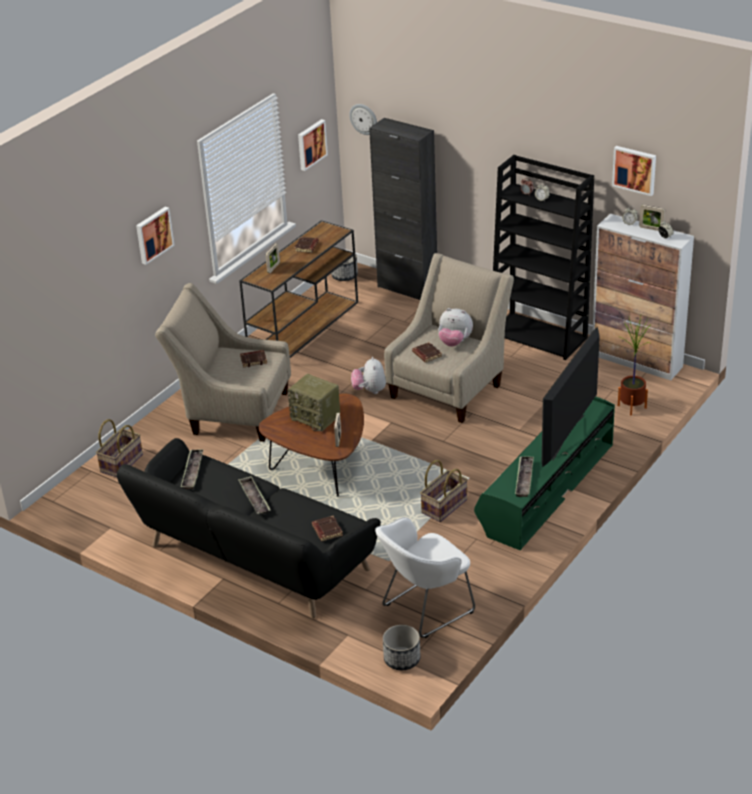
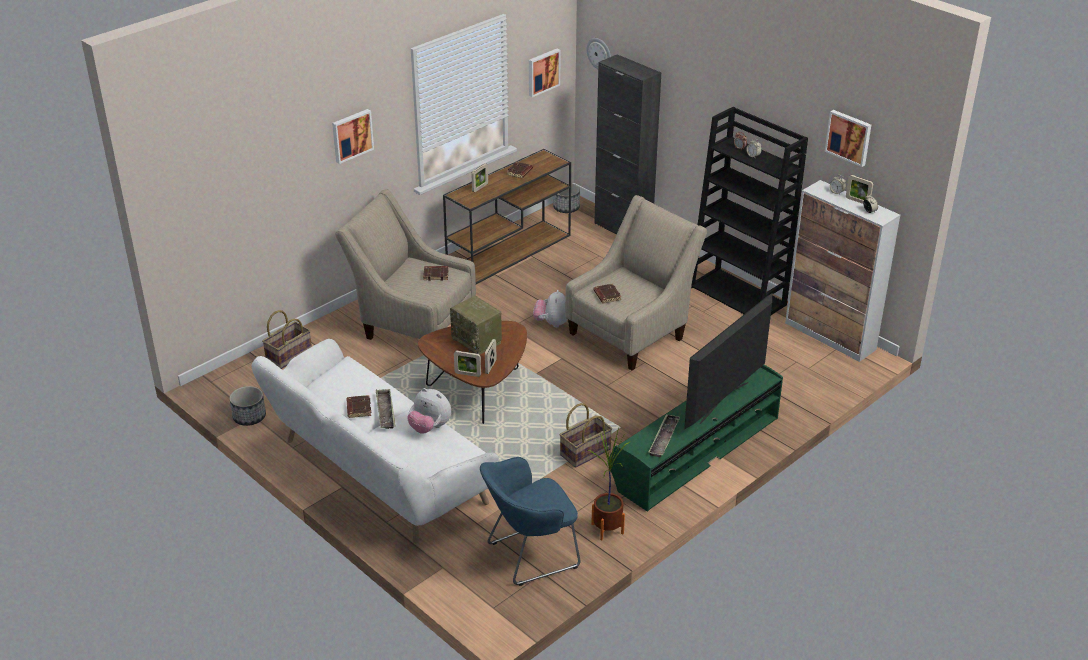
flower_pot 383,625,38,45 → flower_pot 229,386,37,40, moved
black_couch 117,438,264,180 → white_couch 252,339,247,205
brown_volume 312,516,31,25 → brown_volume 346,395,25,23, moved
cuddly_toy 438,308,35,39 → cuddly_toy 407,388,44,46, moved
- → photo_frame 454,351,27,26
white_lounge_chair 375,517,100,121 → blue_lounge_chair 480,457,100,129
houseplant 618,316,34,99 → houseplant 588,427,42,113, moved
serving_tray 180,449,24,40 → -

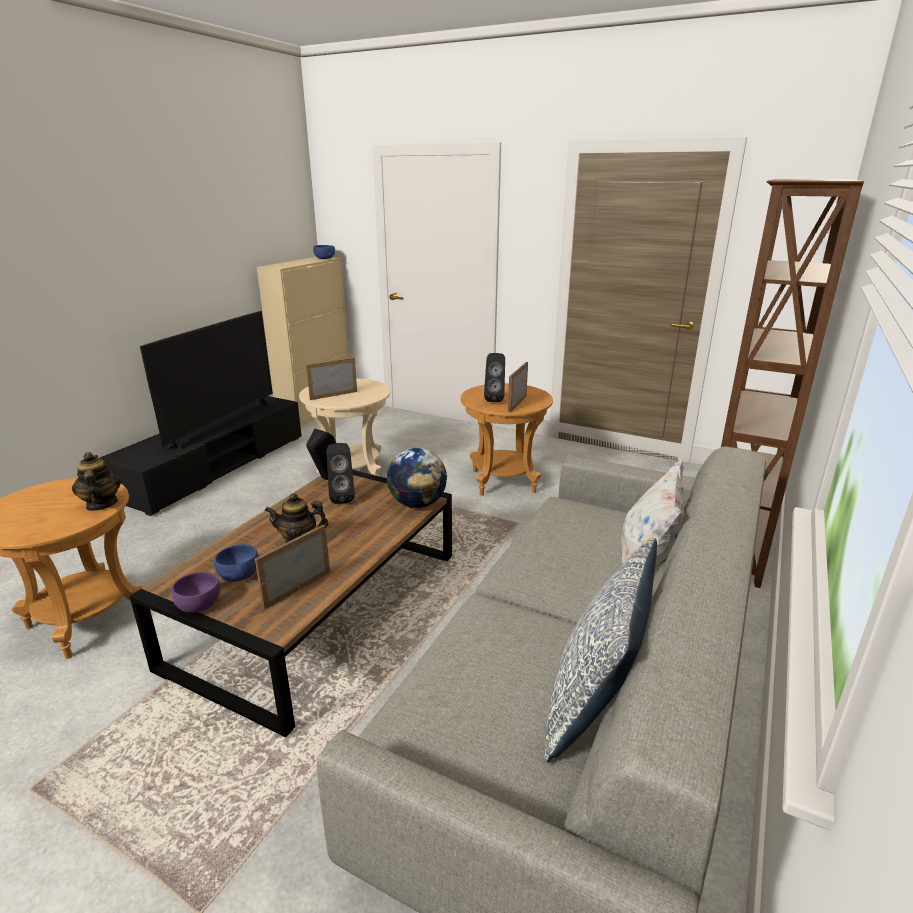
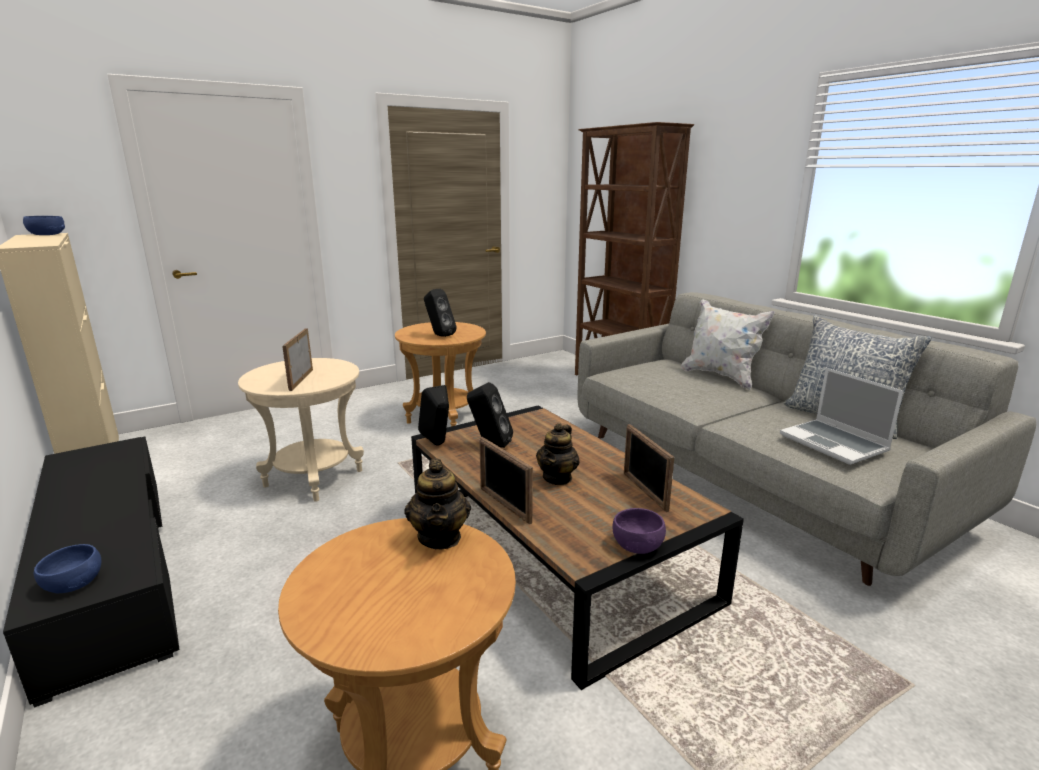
blue_serving_bowl 214,544,45,38 → blue_serving_bowl 34,544,67,49, moved
teapot 72,452,49,59 → teapot 404,459,67,91, 105 degrees counterclockwise
photo_frame 508,362,20,50 → photo_frame 479,437,54,87, moved
- → laptop 780,368,123,97
TV_set 140,311,133,140 → -
world_globe 387,448,60,60 → -

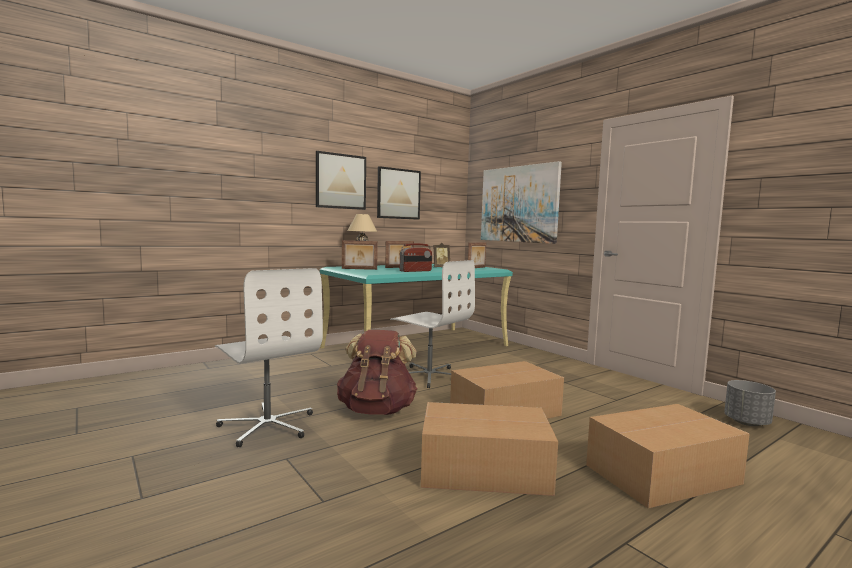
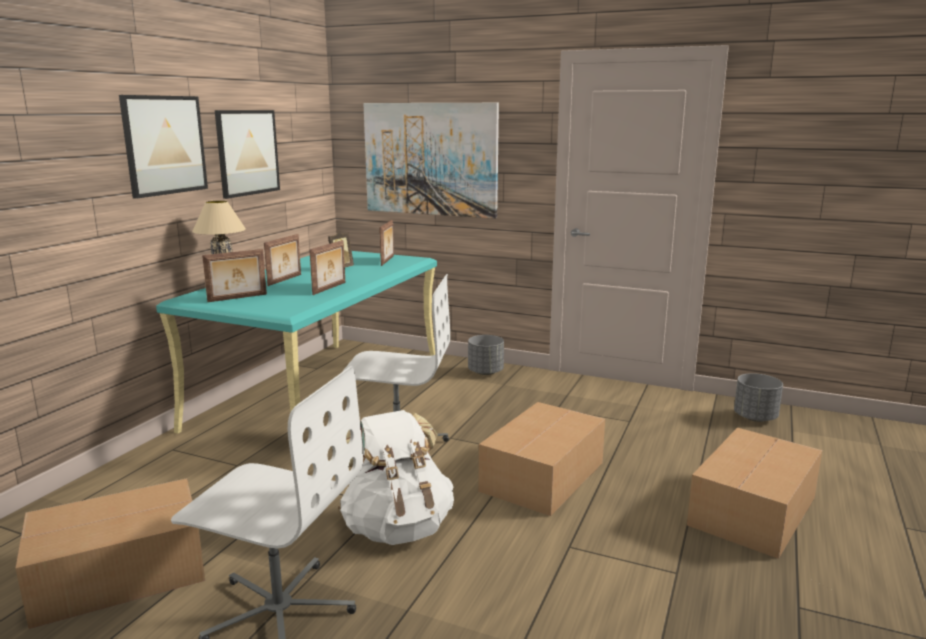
cardboard_box 421,402,137,94 → cardboard_box 16,478,189,151, moved
radio 400,243,32,29 → photo_frame 309,240,36,55
brown_rucksack 337,330,81,85 → white_rucksack 338,410,116,135
- → grey_flower_pot 468,335,36,40

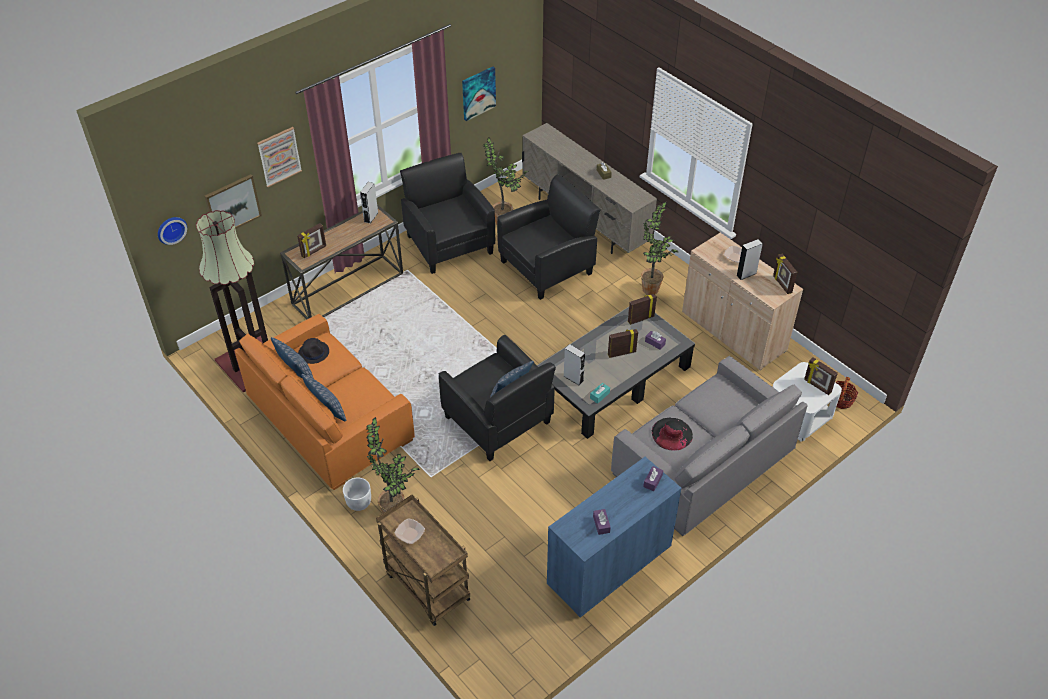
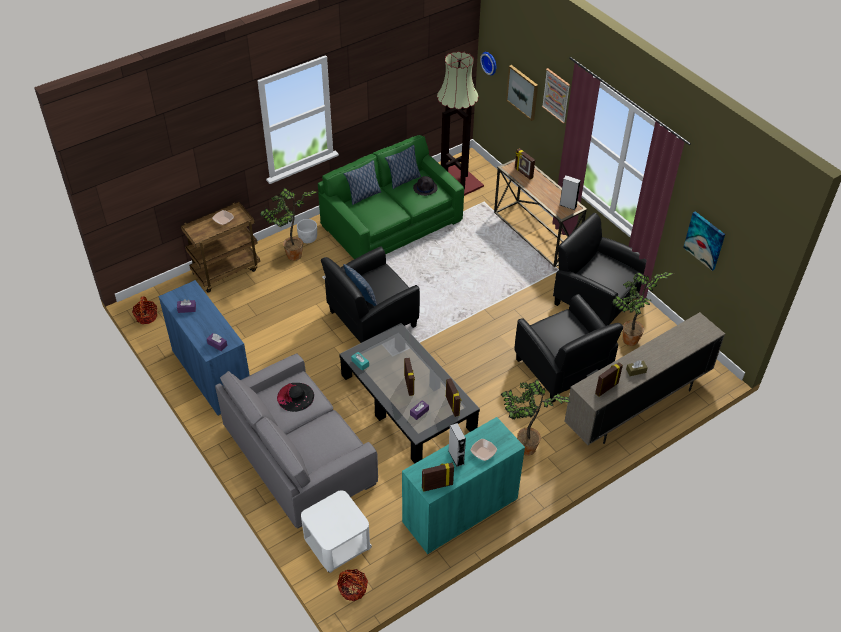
- → storage_basket 132,296,25,28
orange-coloured_couch 235,314,180,176 → greenish_couch 318,135,146,124
beige-coloured_cabinet 682,233,121,137 → blue-green_cabinet 402,417,123,137
black_lounge_chair 400,152,95,122 → black_lounge_chair 553,213,93,113, 120 degrees counterclockwise
photo_frame 804,357,34,38 → photo_frame 595,362,28,35, moved
grey_loudspeaker 563,344,22,42 → -

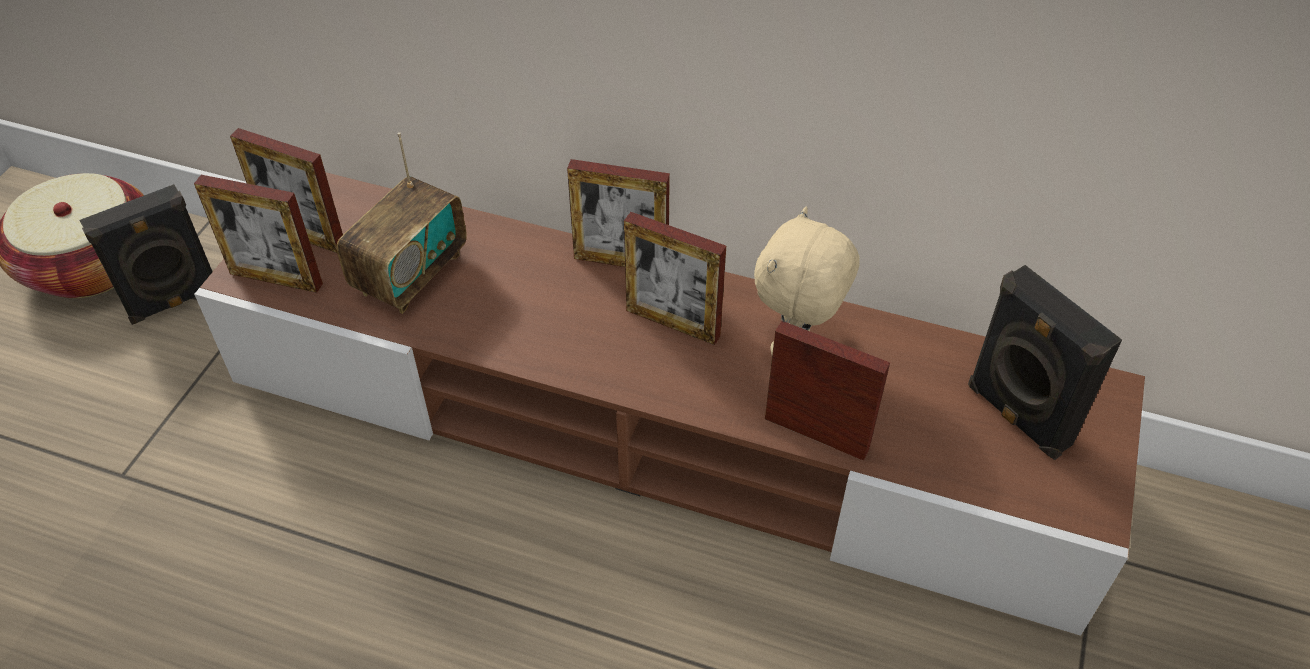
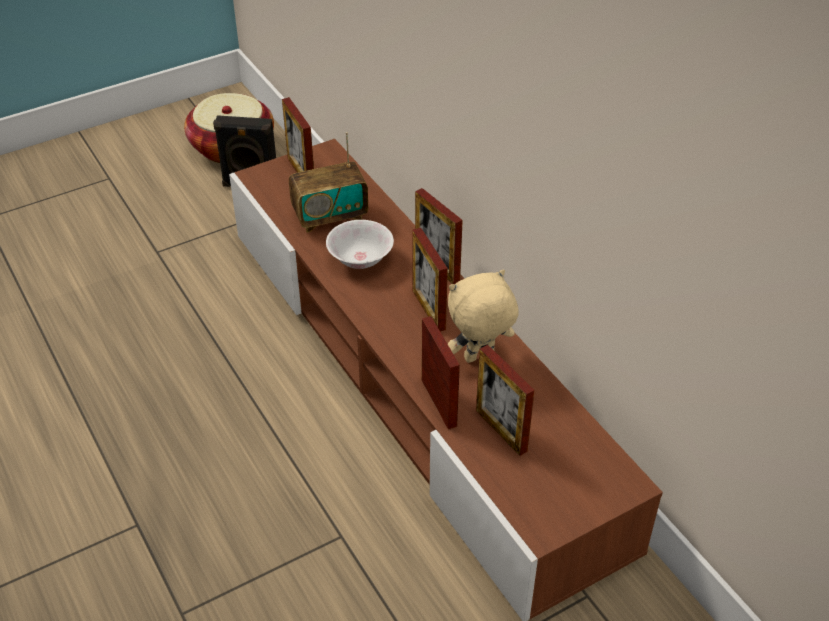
- → white_serving_bowl 326,220,68,49
photo_frame 194,175,129,118 → photo_frame 476,345,59,111, moved
black_loudspeaker 968,265,154,195 → -

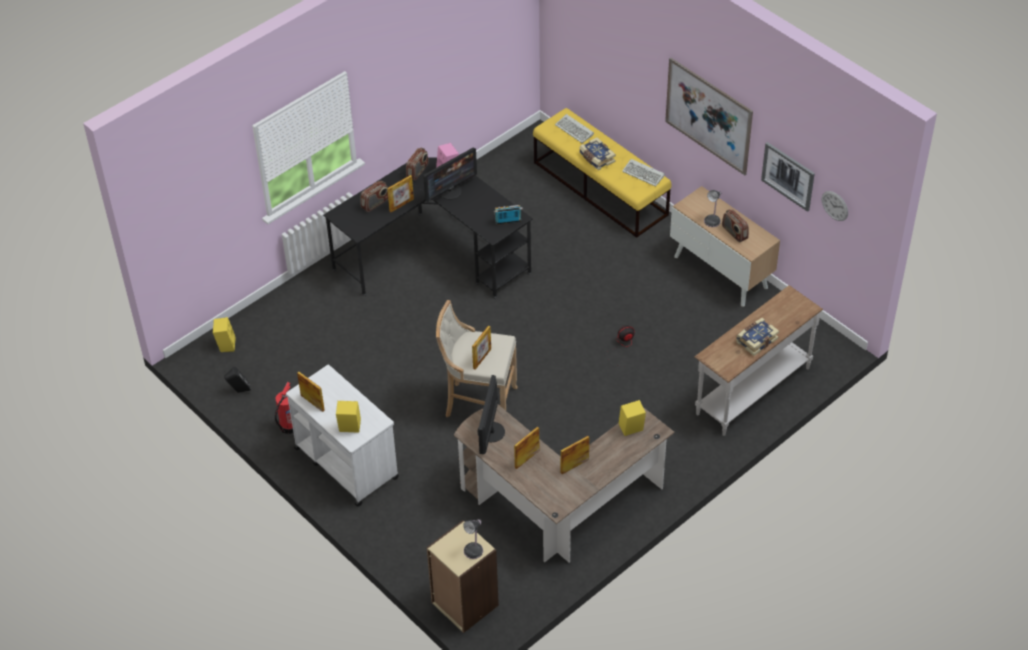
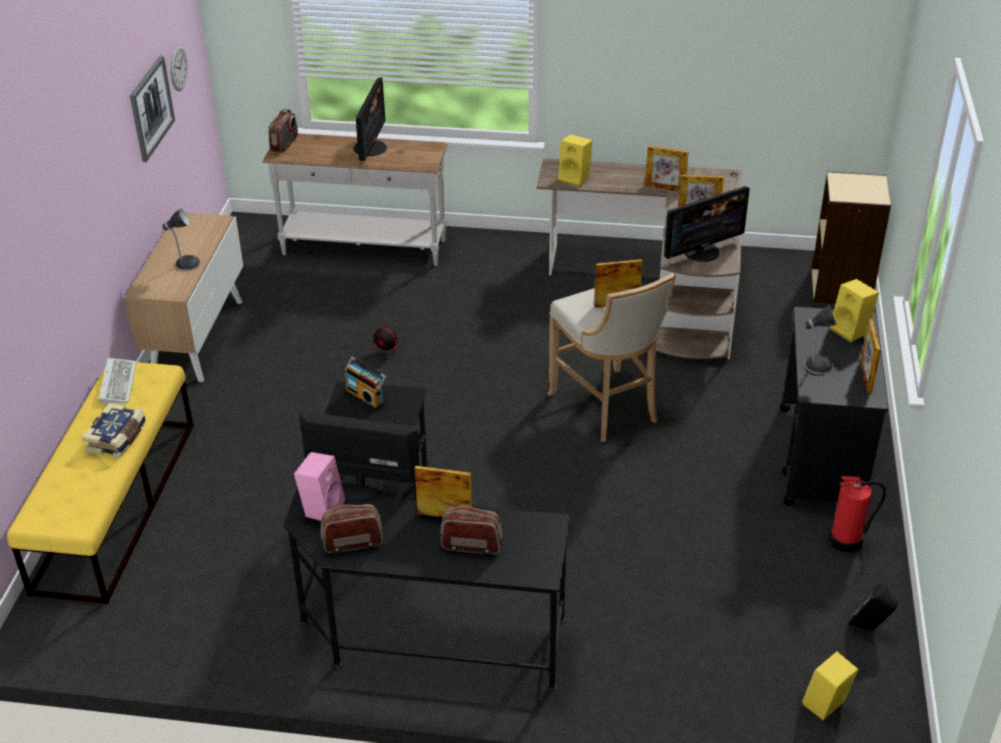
radio 722,209,27,33 → radio 268,109,30,44, moved
volume 736,318,43,38 → computer_display 353,78,34,83
white_trolley 286,365,113,142 → black_trolley 780,307,108,199
table_lamp 463,519,20,40 → table_lamp 804,305,33,70, moved
keyboard 555,114,39,29 → -
wall_picture 665,57,88,118 → -

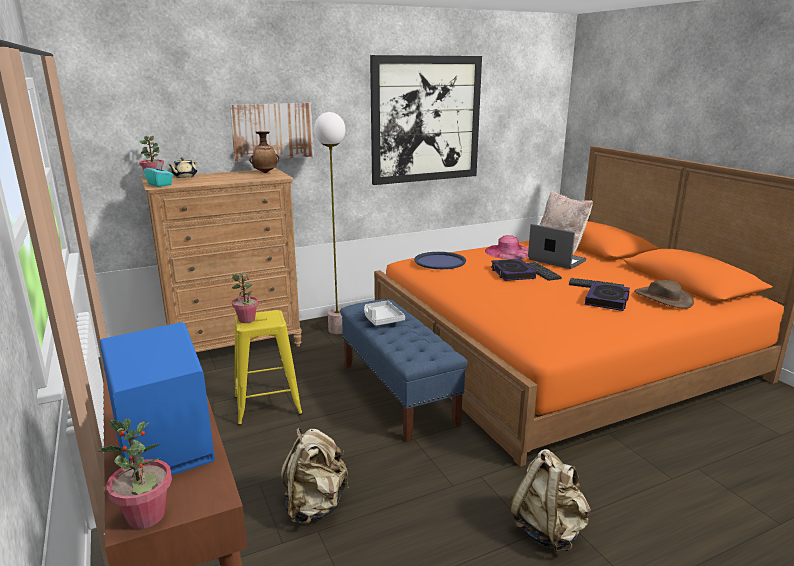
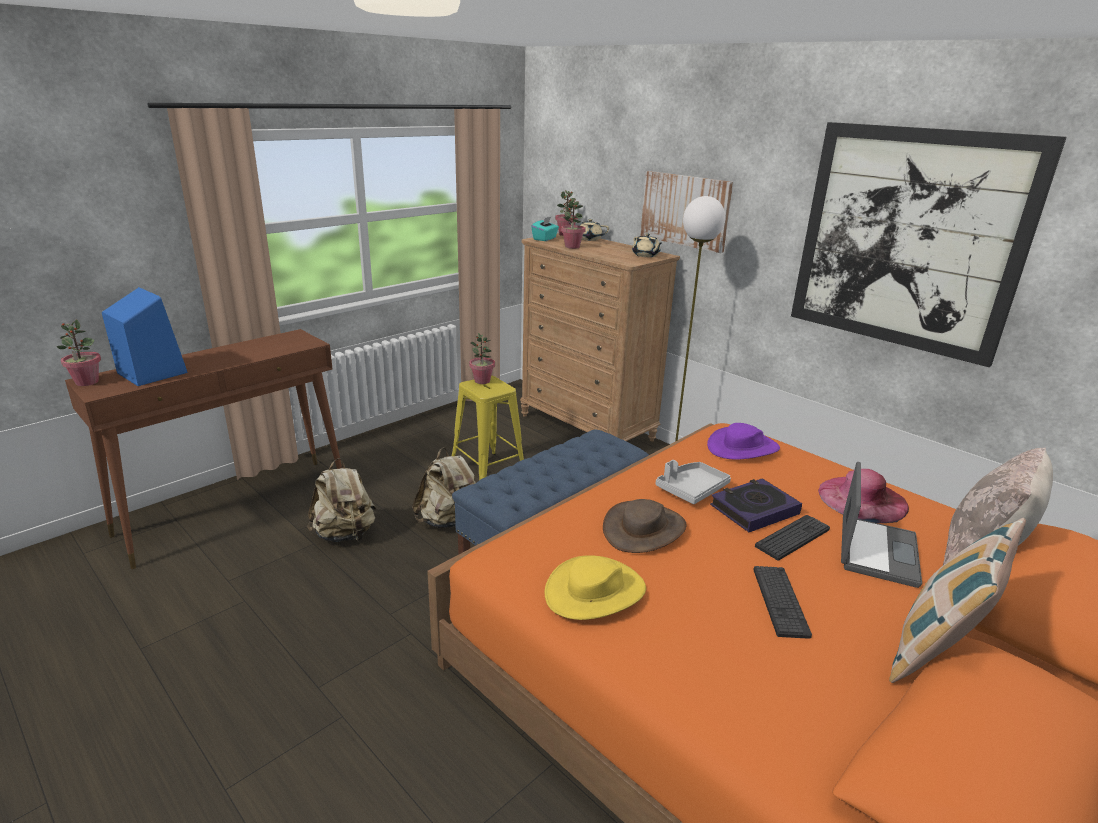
beige-coloured_rucksack 510,449,81,103 → beige-coloured_rucksack 412,447,64,81, moved
- → yellow-coloured_clothing_hat 545,555,101,65
- → houseplant 561,199,25,50
brown_clothing_hat 634,280,60,29 → brown_clothing_hat 603,499,83,54, moved
vase 249,131,30,42 → beige-coloured_teapot 632,233,30,24
grey_serving_tray 364,300,41,26 → grey_serving_tray 656,460,75,44, moved
blue_serving_tray 414,252,52,17 → purple-coloured_clothing_hat 707,423,73,37
- → cushion 889,518,137,165
volume 585,282,45,29 → -

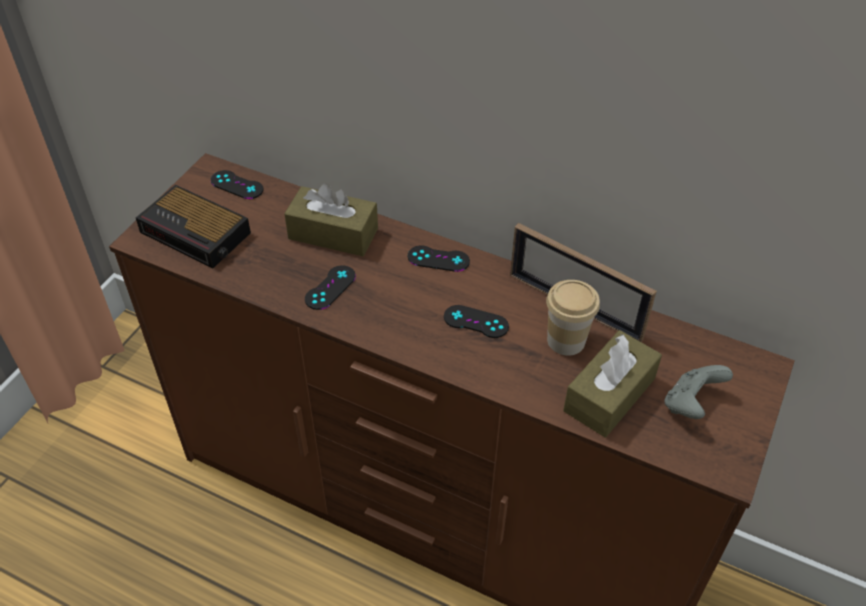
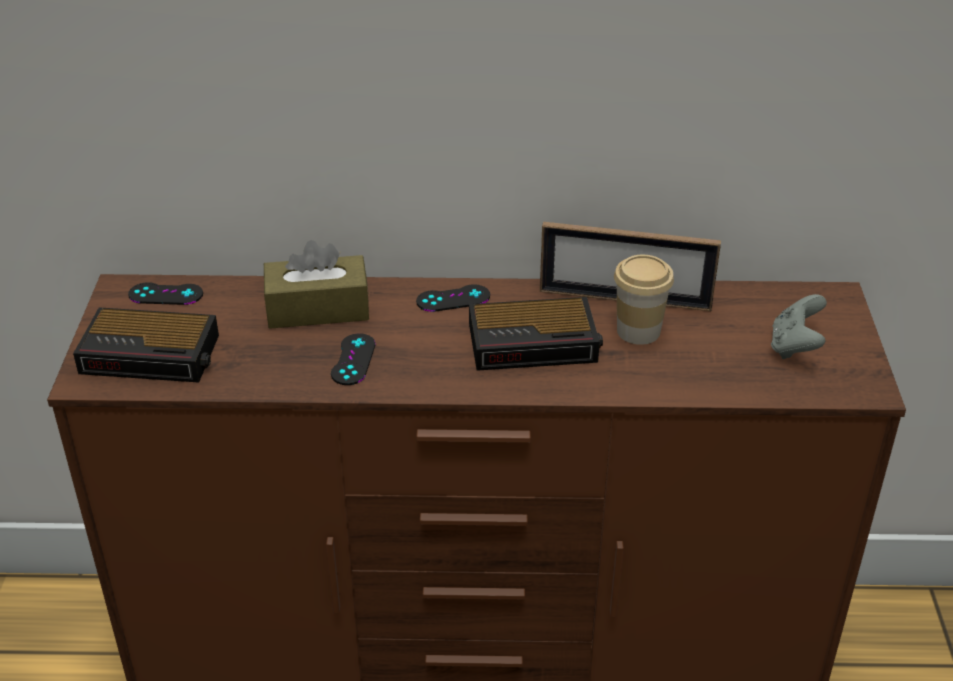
black_gamepad 444,305,65,33 → bedside_clock 469,297,134,74
brown_tissue_holder 563,330,99,107 → -

